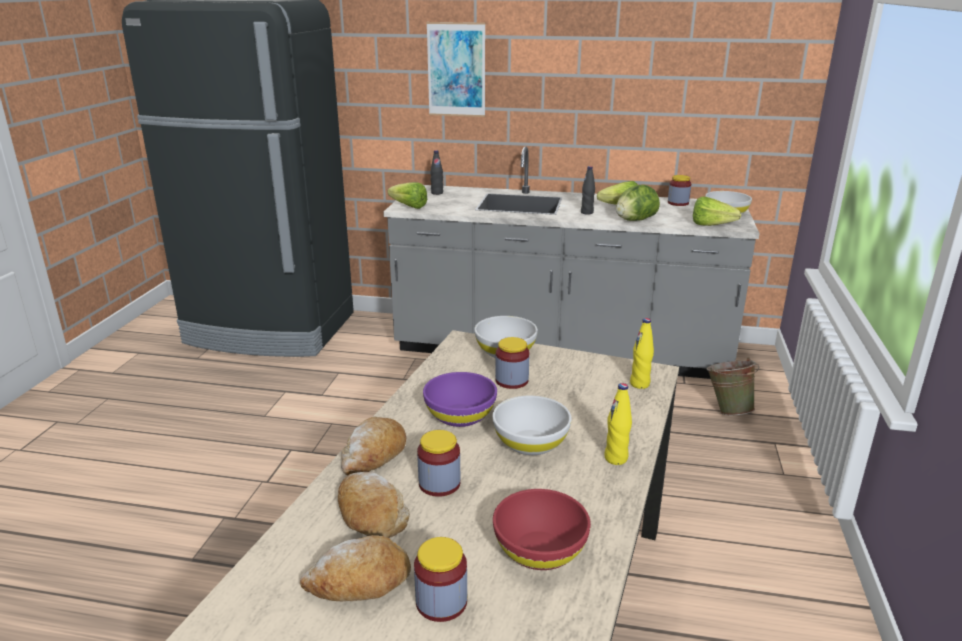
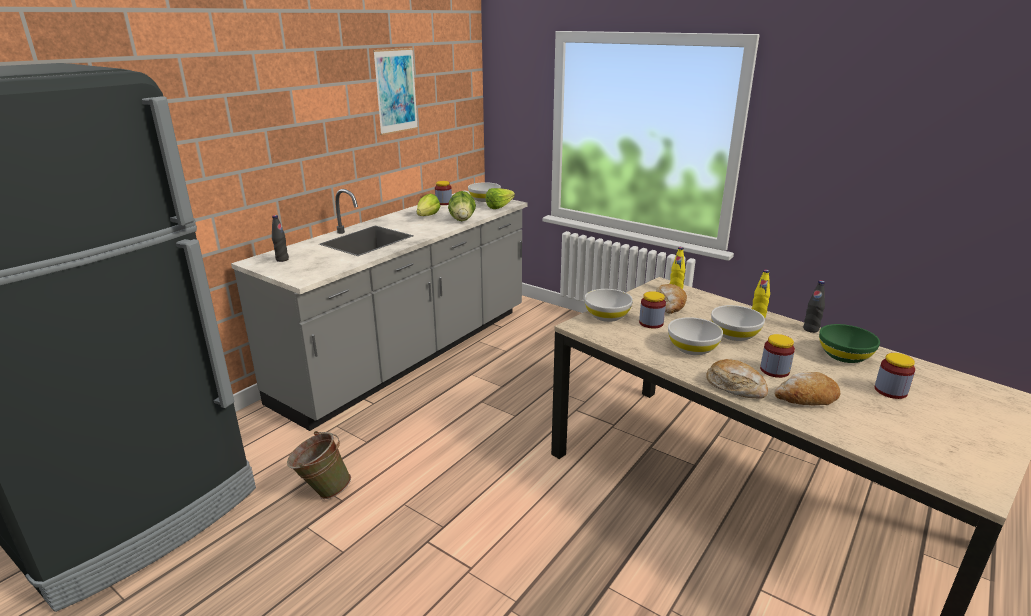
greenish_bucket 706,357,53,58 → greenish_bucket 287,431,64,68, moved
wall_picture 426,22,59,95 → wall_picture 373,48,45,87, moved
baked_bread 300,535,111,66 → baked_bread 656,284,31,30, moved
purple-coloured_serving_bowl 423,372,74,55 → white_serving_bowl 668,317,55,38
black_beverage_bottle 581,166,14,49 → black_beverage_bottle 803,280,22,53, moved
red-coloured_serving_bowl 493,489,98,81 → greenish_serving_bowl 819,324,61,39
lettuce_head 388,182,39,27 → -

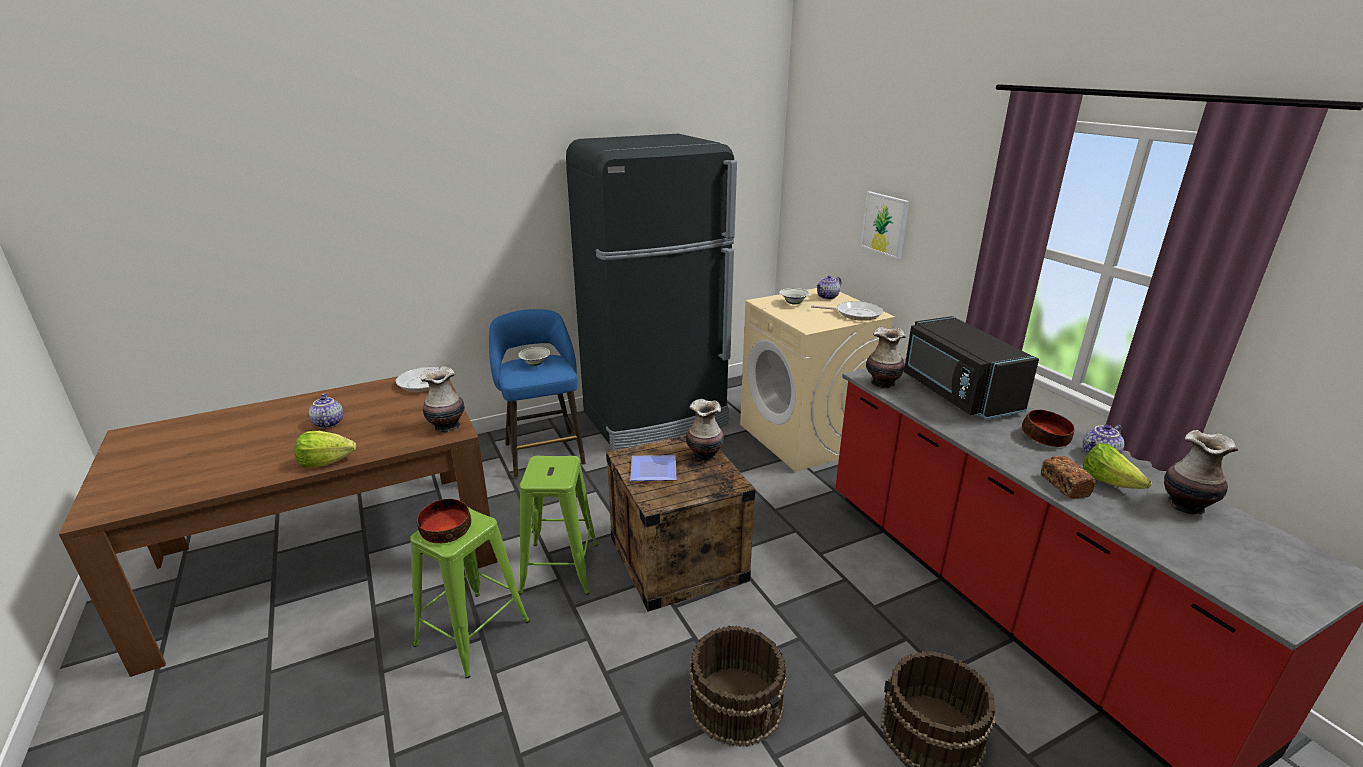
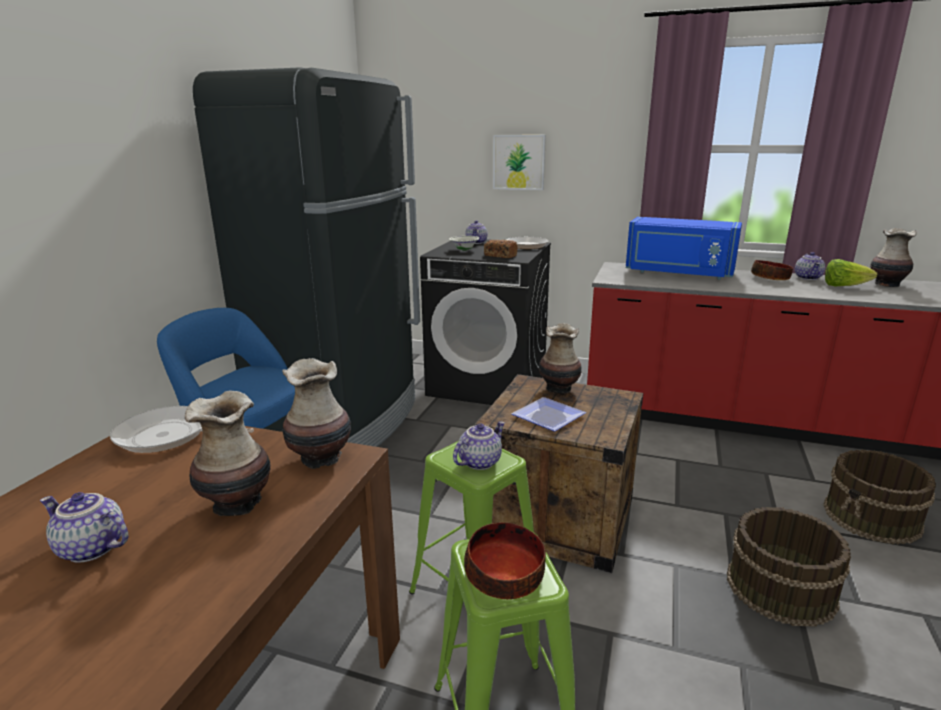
vase 866,327,40,62 → vase 185,390,86,126, moved
beige-coloured_washing_machine 740,288,155,184 → black_washing_machine 420,239,131,166
- → teapot 453,421,52,49
baked_bread 1041,456,55,42 → baked_bread 484,240,34,18, moved
black_kitchen_microwave 904,316,135,103 → blue_kitchen_microwave 626,217,116,63
lettuce_head 294,431,62,36 → -
white_serving_bowl 518,347,32,19 → -

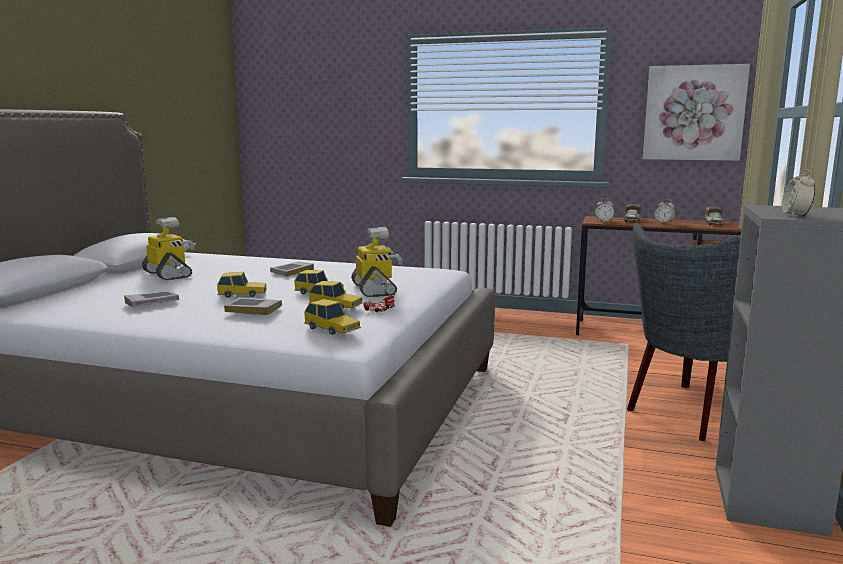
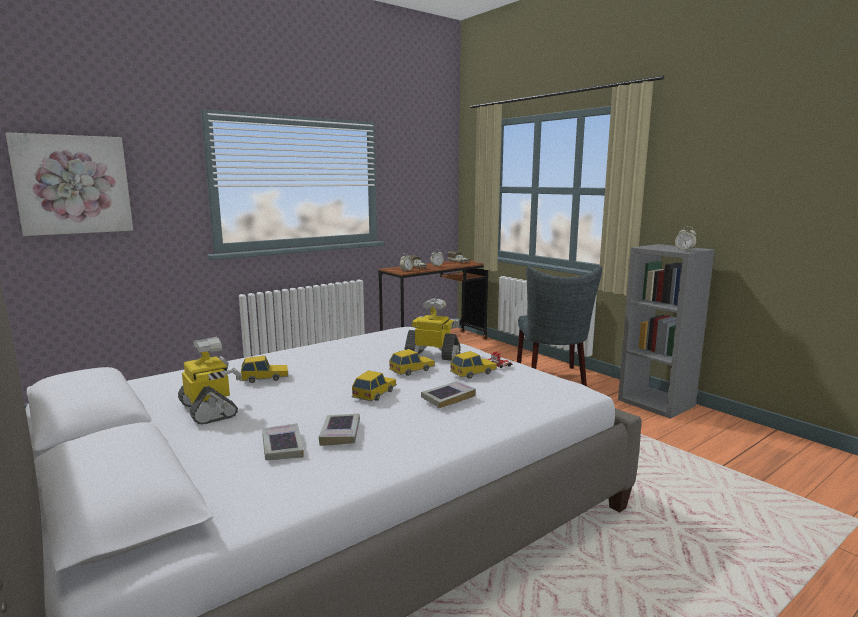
wall_picture 643,64,107,97 → wall_picture 5,132,128,104, moved
robot_figure 142,217,53,63 → robot_figure 178,337,64,88, 60 degrees clockwise
miniature_car 304,299,57,36 → miniature_car 241,356,47,27, moved
volume 270,261,44,16 → volume 262,423,42,37, moved

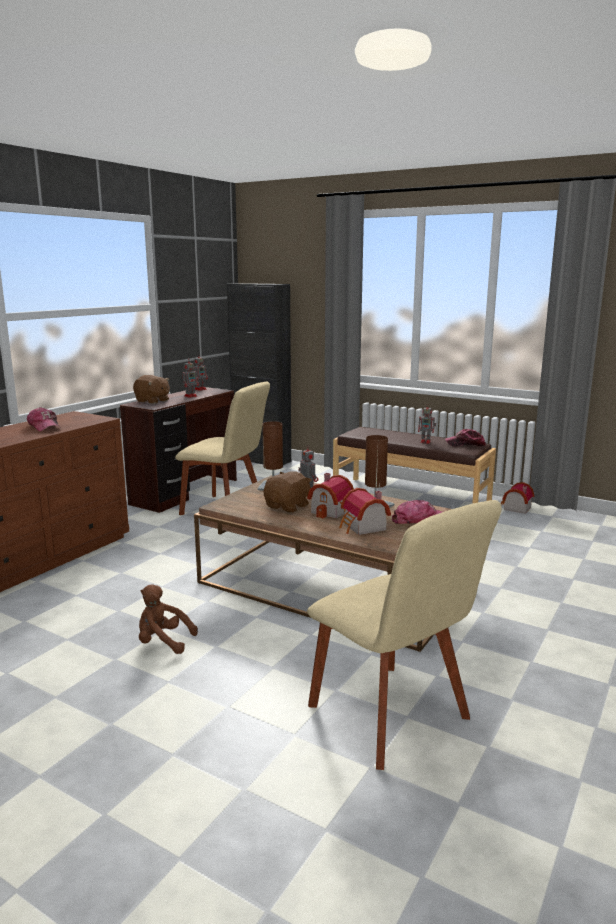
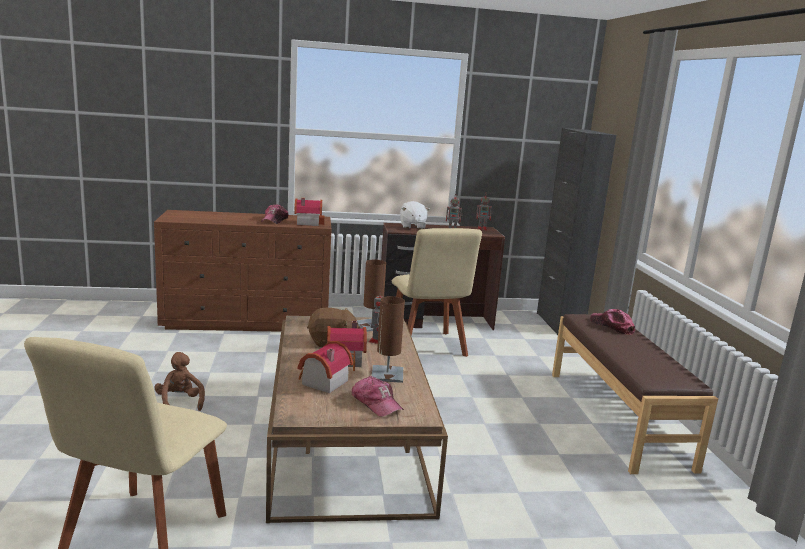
miniature_house 501,482,33,32 → miniature_house 294,198,30,28, moved
brown_cuddly_toy 133,375,37,29 → white_cuddly_toy 400,201,30,28
baseball_cap 445,429,41,17 → baseball_cap 590,309,45,26, moved
robot_figure 418,404,18,40 → -

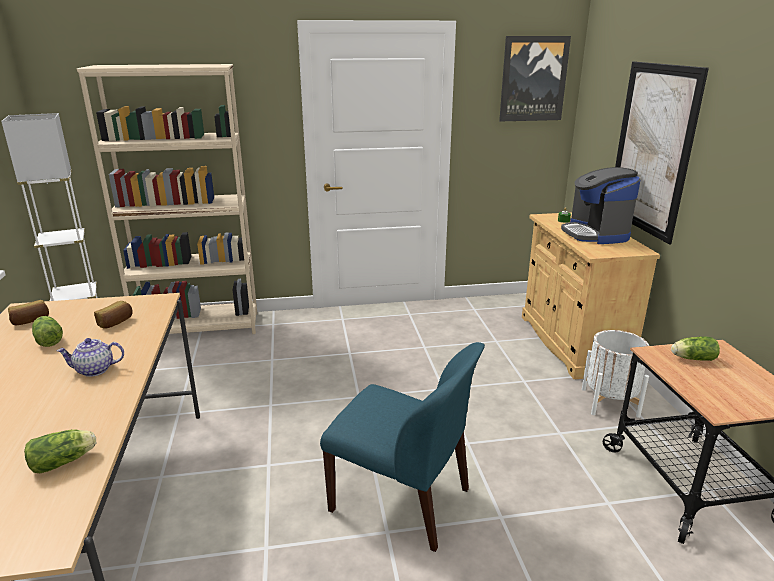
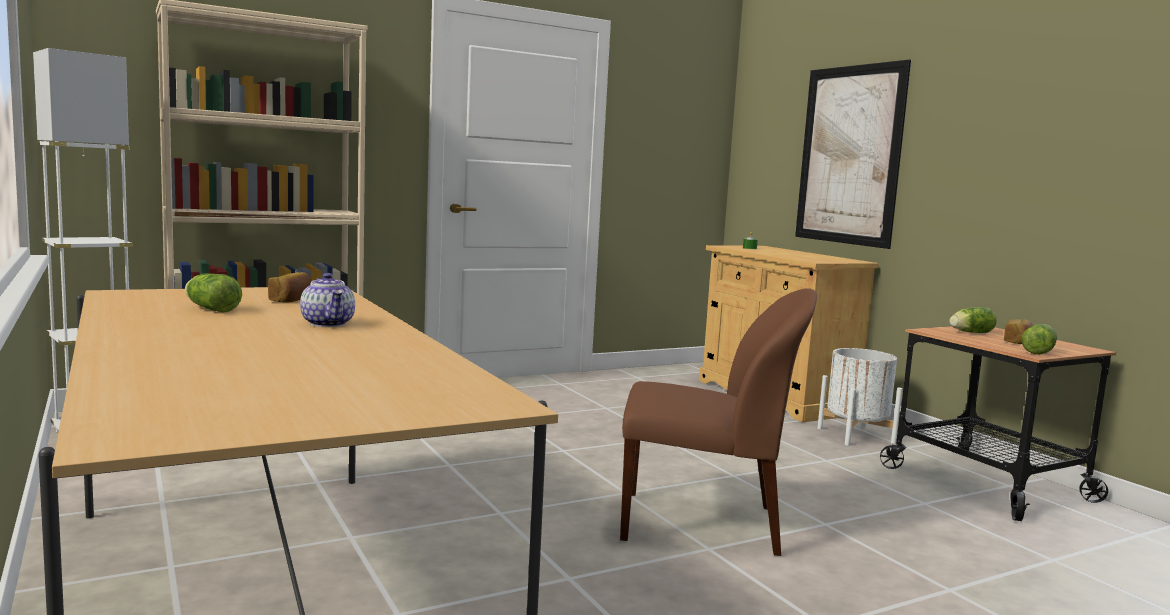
teapot 57,338,67,39 → teapot 300,273,55,54, 90 degrees counterclockwise
blue_upright_chair 320,342,165,210 → brown_upright_chair 620,288,197,268
baked_bread 8,300,41,25 → baked_bread 1004,319,29,25, moved
lettuce_head 24,429,72,44 → lettuce_head 1021,324,36,31, moved
wall_picture 499,36,72,85 → -
coffee_maker 561,167,80,77 → -

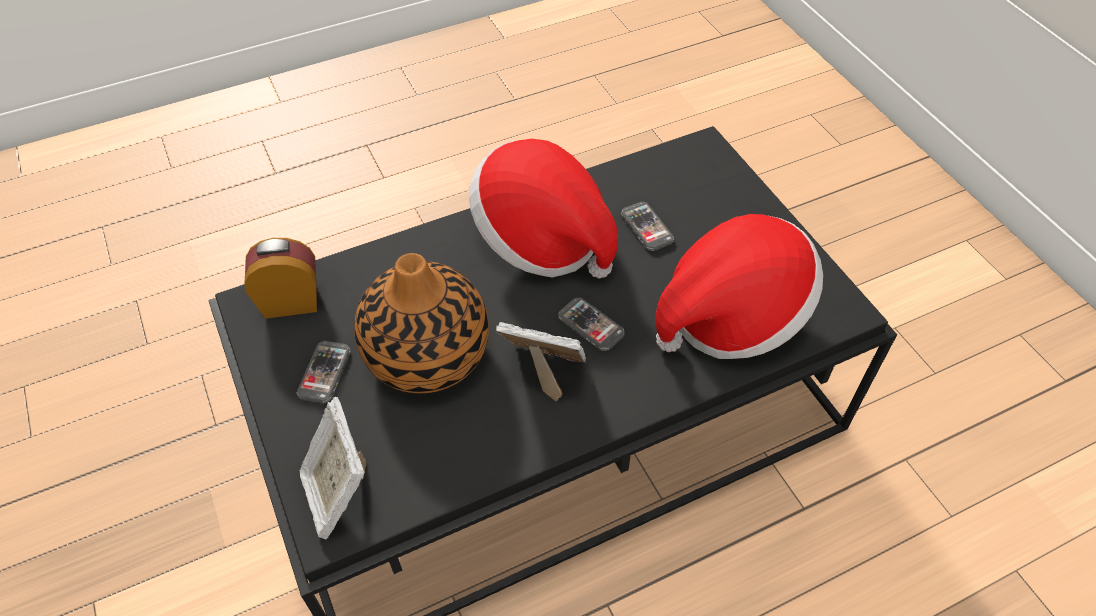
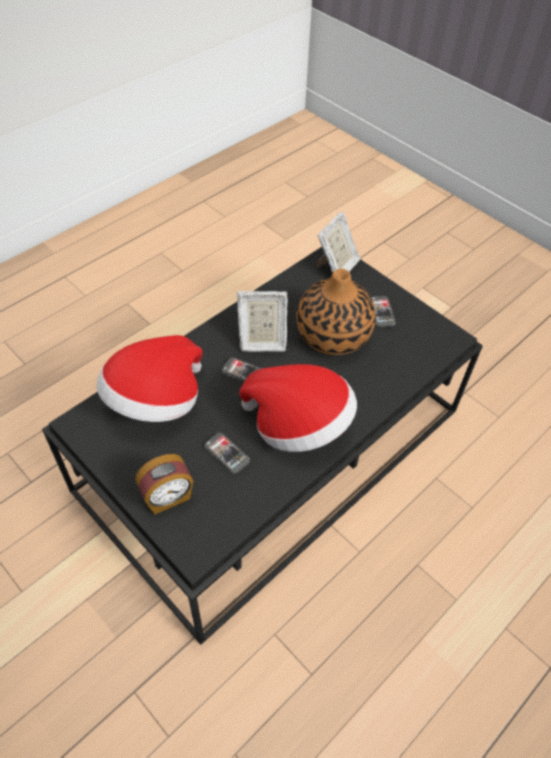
bedside_clock 245,238,72,81 → bedside_clock 135,454,58,60, moved
photo_frame 299,397,67,143 → photo_frame 317,212,44,60, 75 degrees clockwise

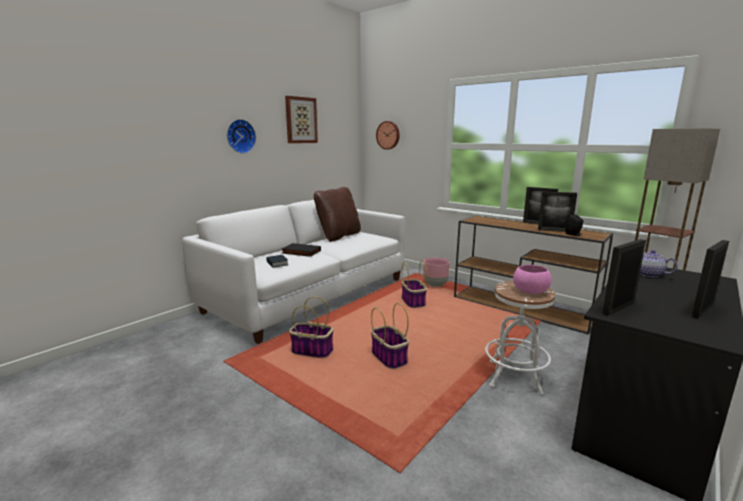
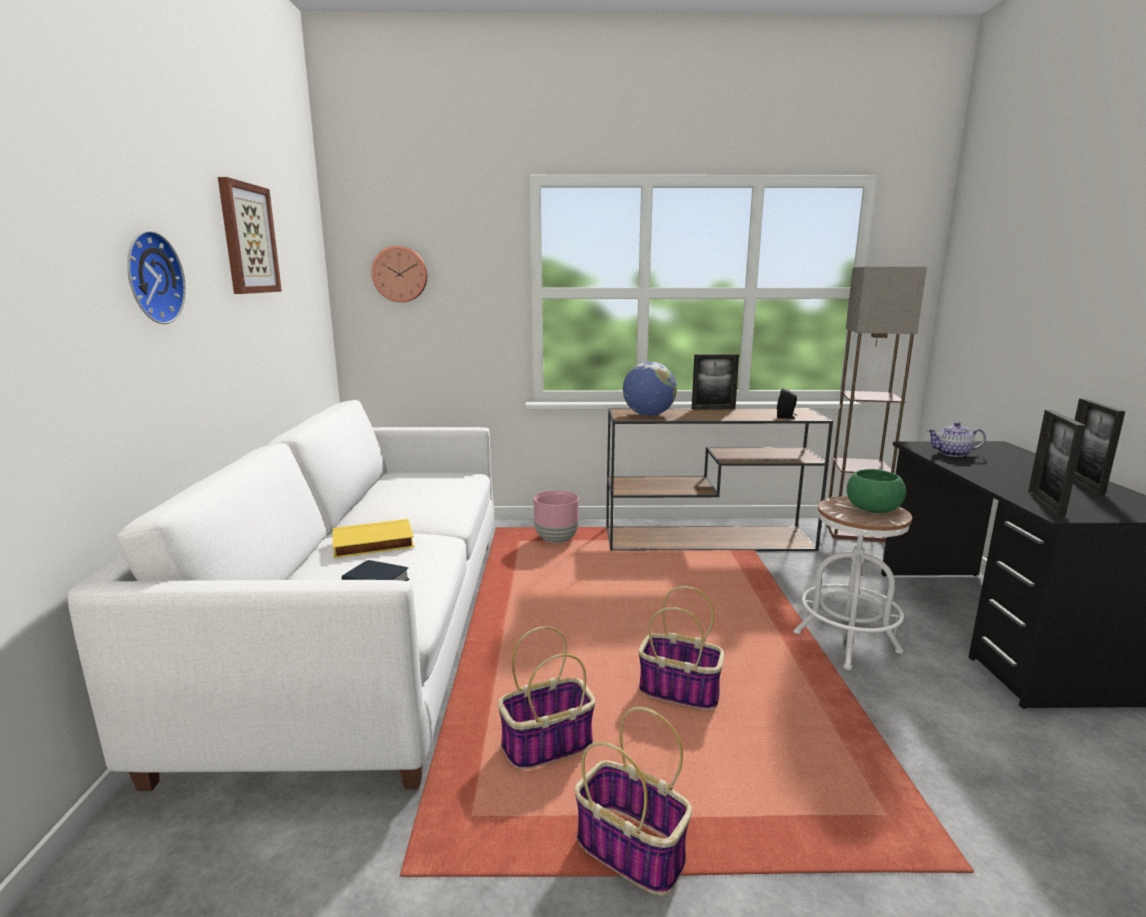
black_volume 281,243,40,14 → yellow-coloured_volume 333,519,82,39
storage_basket 402,261,25,47 → storage_basket 574,707,118,189, moved
- → world_globe 623,362,54,54
pinkish_serving_bowl 513,265,39,29 → greenish_serving_bowl 847,469,59,44
brown_cushion 314,187,47,55 → -
photo_frame 538,191,39,41 → -

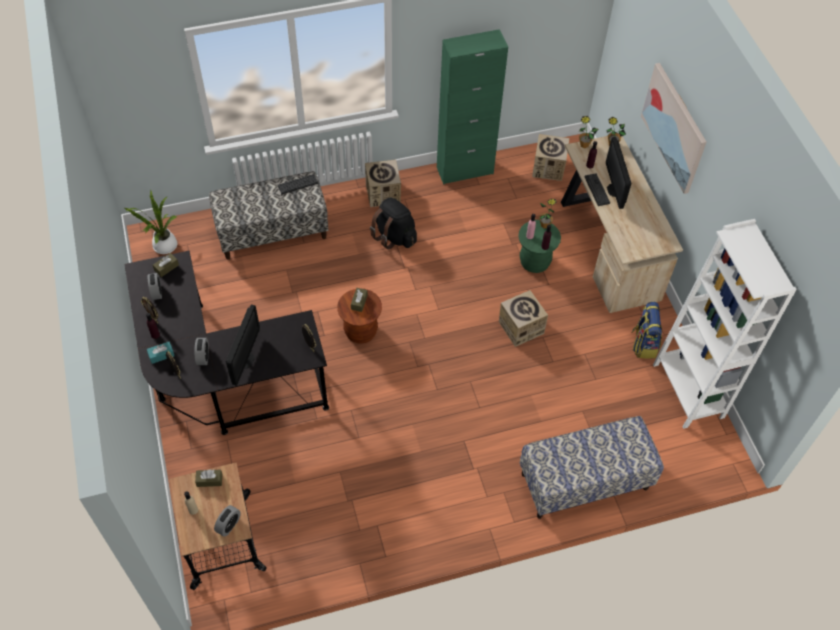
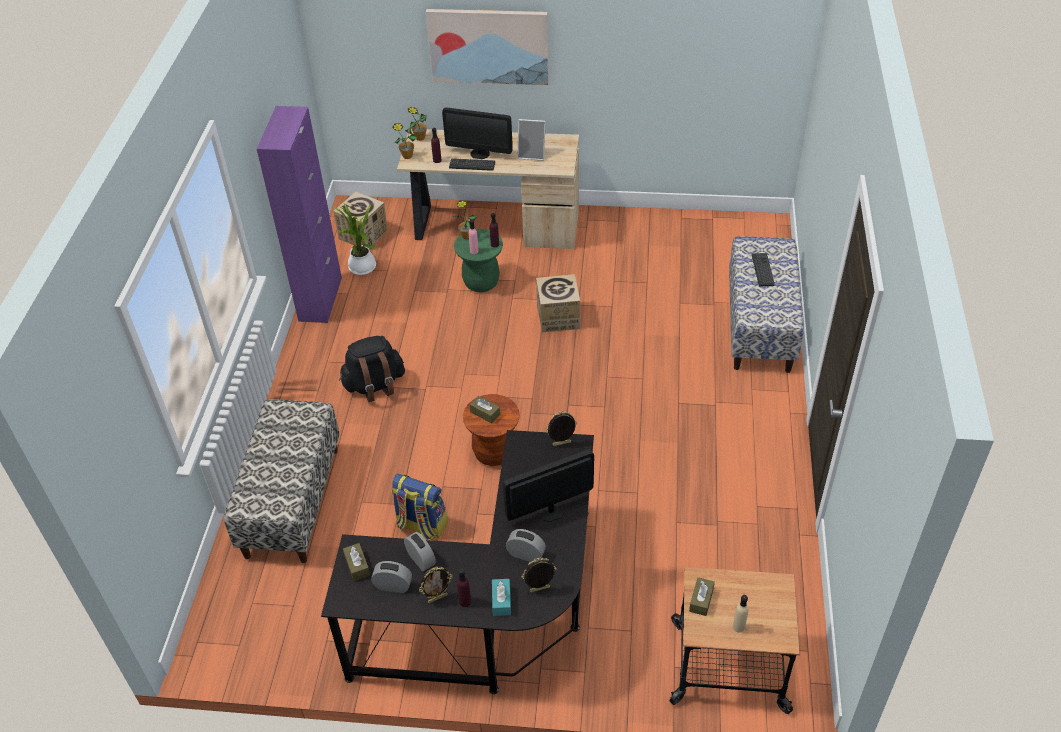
greenish_cabinet 437,29,71,156 → purple-coloured_cabinet 257,106,85,217
houseplant 125,191,52,63 → houseplant 331,204,45,71, moved
rucksack 631,302,31,57 → rucksack 392,474,56,66, moved
bedside_clock 214,505,27,32 → bedside_clock 404,532,32,39, moved
computer_display 226,305,34,81 → computer_display 503,449,91,73, 60 degrees counterclockwise
- → photo_frame 518,119,28,42
keyboard 278,174,40,20 → keyboard 752,253,23,33, moved
cardboard_box 365,160,36,47 → -
white_bookshelf 653,219,144,210 → -

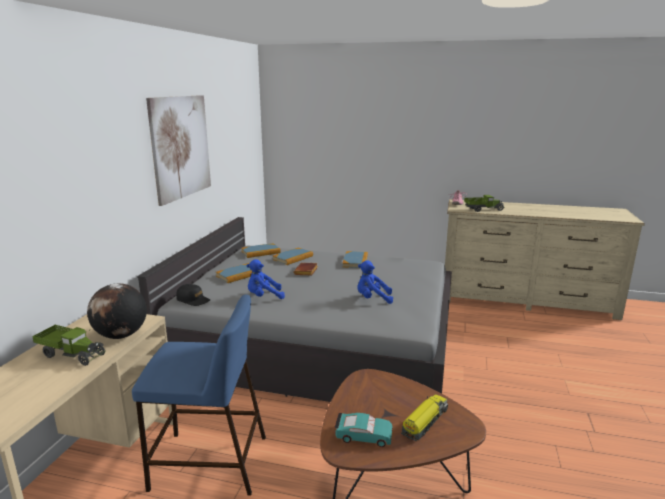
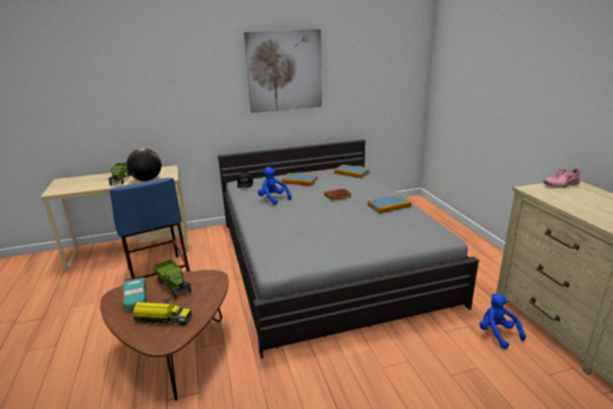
model_truck 464,195,40,17 → model_truck 153,259,39,40, moved
blue_cuddly_toy 357,260,36,44 → blue_cuddly_toy 479,293,47,56, moved
volume 273,248,40,17 → -

